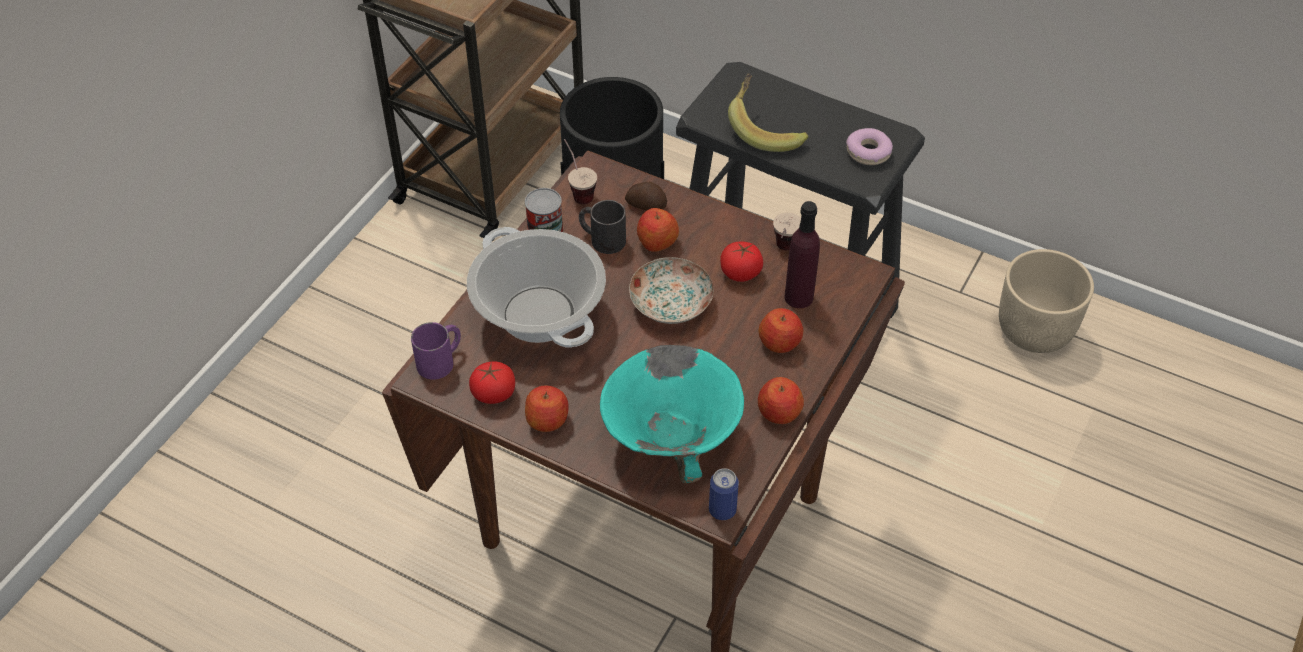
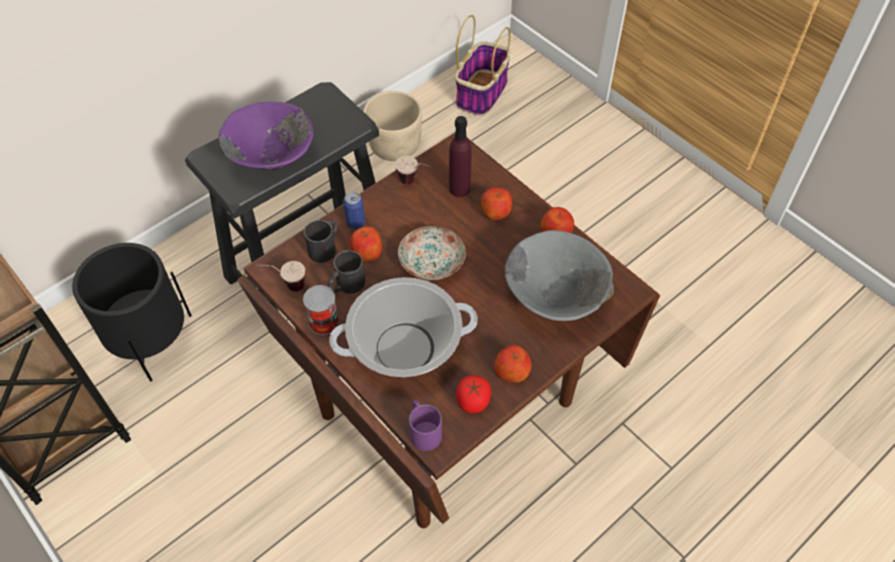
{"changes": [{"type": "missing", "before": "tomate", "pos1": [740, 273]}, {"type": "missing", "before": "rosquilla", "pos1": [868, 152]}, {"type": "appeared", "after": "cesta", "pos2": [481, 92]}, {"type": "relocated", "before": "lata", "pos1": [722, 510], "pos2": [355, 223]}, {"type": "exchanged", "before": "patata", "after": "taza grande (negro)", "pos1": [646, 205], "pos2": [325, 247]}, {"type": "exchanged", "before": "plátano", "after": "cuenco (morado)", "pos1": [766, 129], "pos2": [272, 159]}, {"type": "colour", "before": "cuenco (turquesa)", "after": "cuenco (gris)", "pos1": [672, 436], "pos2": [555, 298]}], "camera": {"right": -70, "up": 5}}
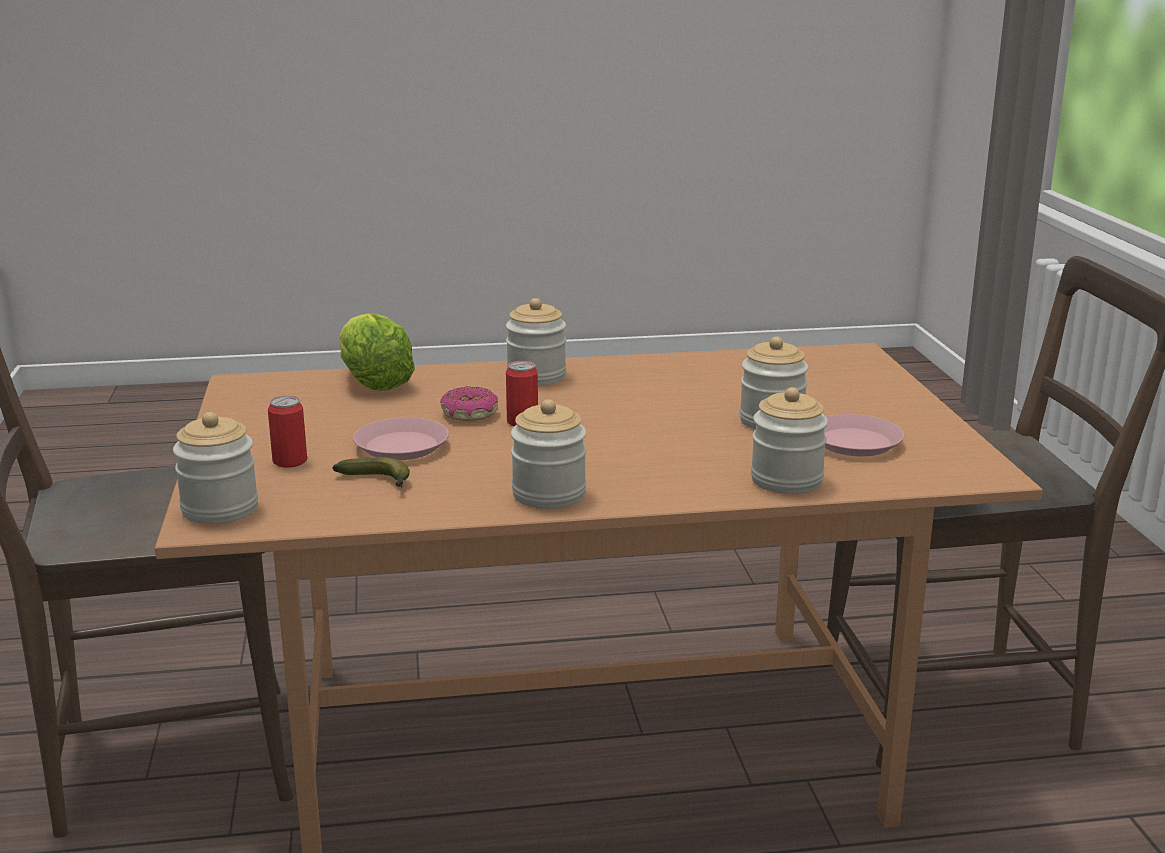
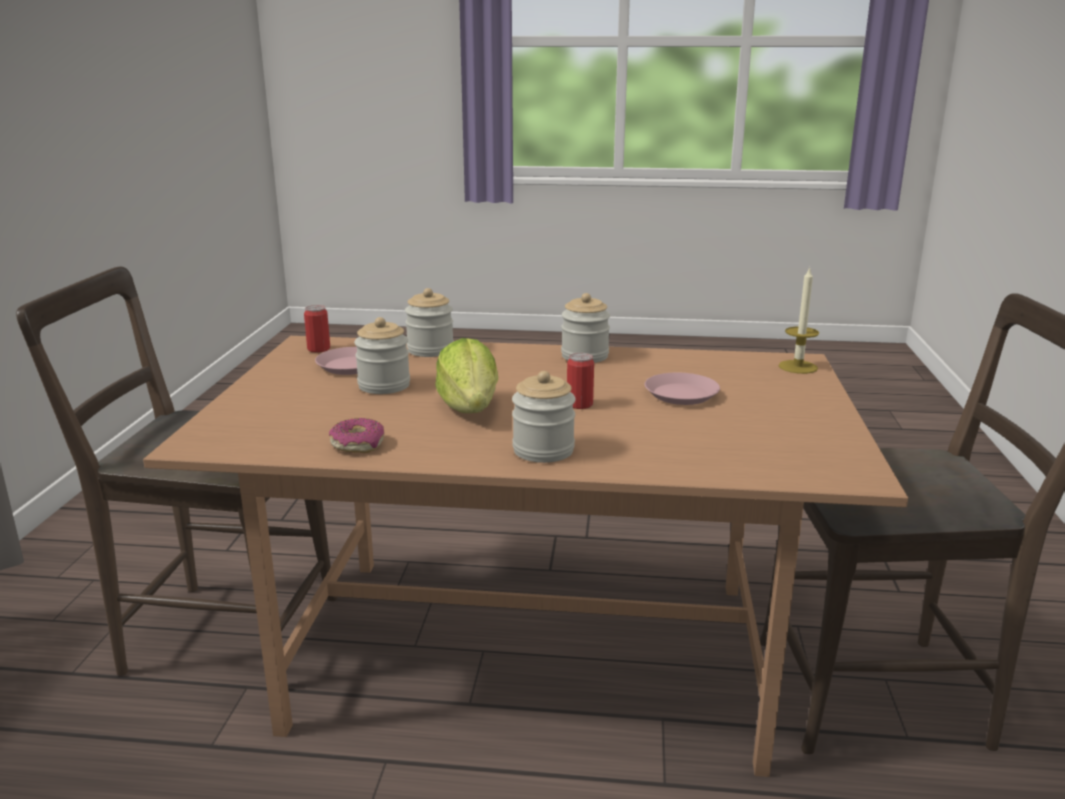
{"changes": [{"type": "missing", "before": "plátano", "pos1": [378, 482]}, {"type": "relocated", "before": "lata", "pos1": [290, 461], "pos2": [318, 349]}, {"type": "relocated", "before": "lechuga", "pos1": [373, 382], "pos2": [470, 409]}, {"type": "relocated", "before": "rosquilla", "pos1": [469, 414], "pos2": [358, 444]}, {"type": "exchanged", "before": "tarro", "after": "vela", "pos1": [220, 509], "pos2": [798, 367]}], "camera": {"right": -165, "up": 0}}
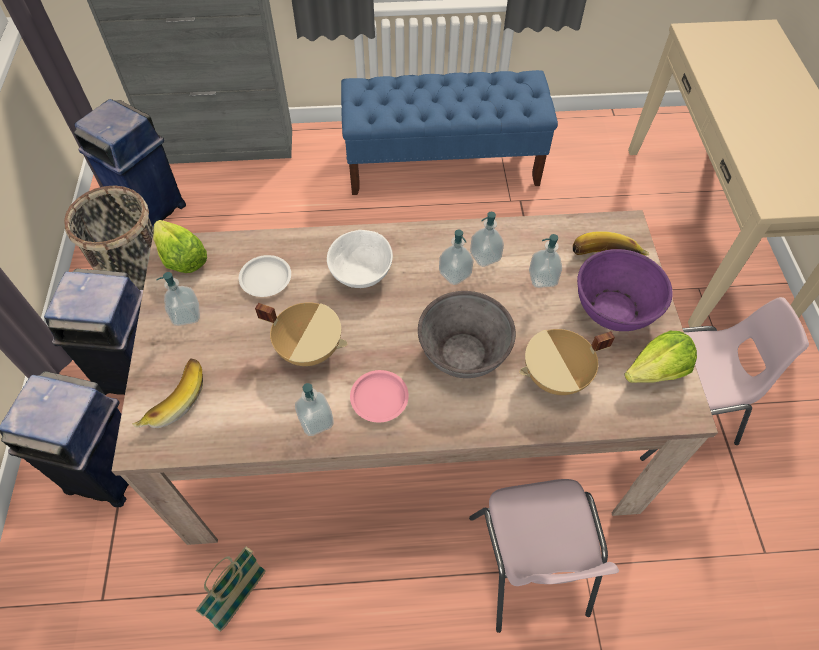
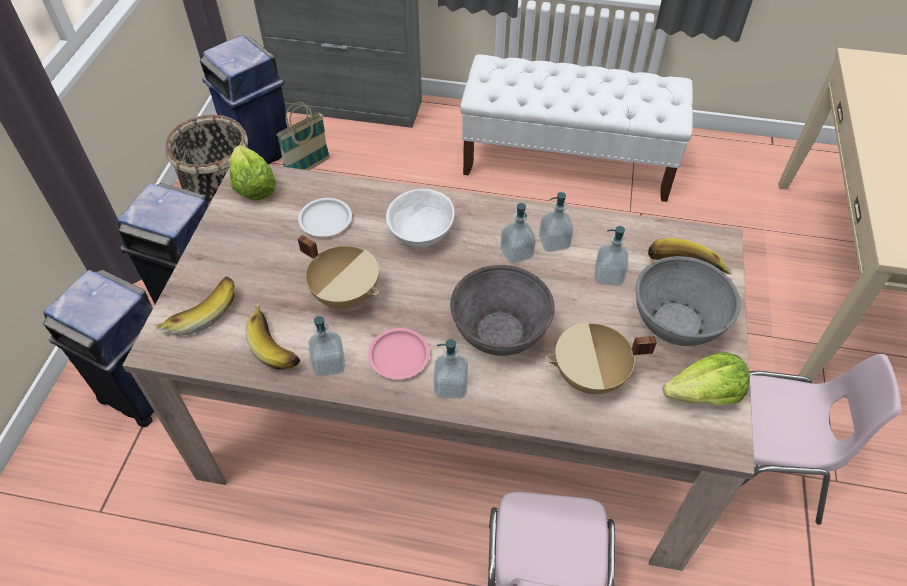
{"changes": [{"type": "appeared", "after": "plátano", "pos2": [277, 344]}, {"type": "relocated", "before": "dispensador de jabón", "pos1": [186, 315], "pos2": [451, 386]}, {"type": "relocated", "before": "cesta", "pos1": [241, 598], "pos2": [308, 168]}, {"type": "colour", "before": "banco (azul)", "after": "banco (blanco)", "pos1": [443, 165], "pos2": [568, 162]}, {"type": "colour", "before": "cuenco (morado)", "after": "cuenco (gris)", "pos1": [613, 309], "pos2": [676, 322]}], "camera": {"right": 15, "up": -5}}
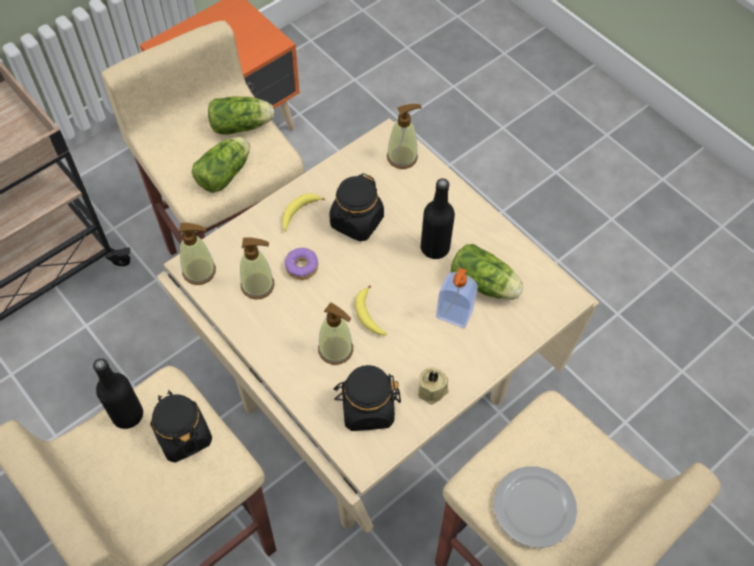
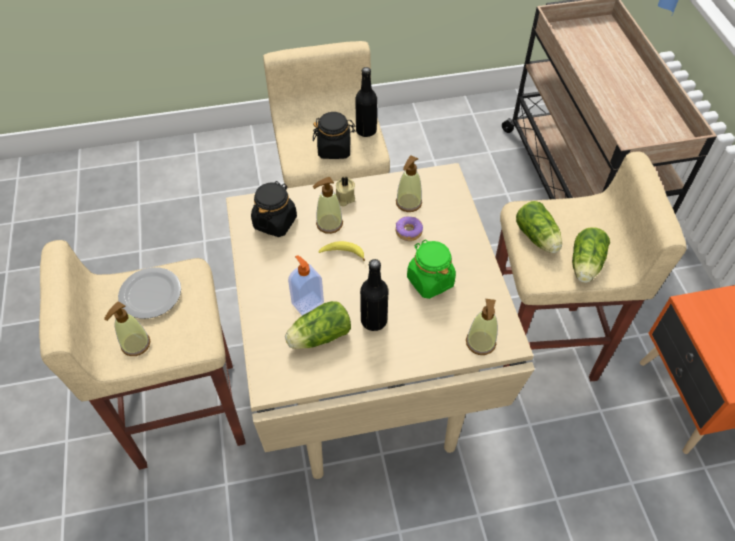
{"changes": [{"type": "missing", "before": "plátano", "pos1": [299, 213]}, {"type": "relocated", "before": "dispensador de jabón", "pos1": [199, 271], "pos2": [135, 344]}, {"type": "relocated", "before": "vela (beis)", "pos1": [433, 391], "pos2": [344, 198]}, {"type": "colour", "before": "tarro (negro)", "after": "tarro (verde)", "pos1": [356, 222], "pos2": [430, 281]}], "camera": {"right": 120, "up": -5}}
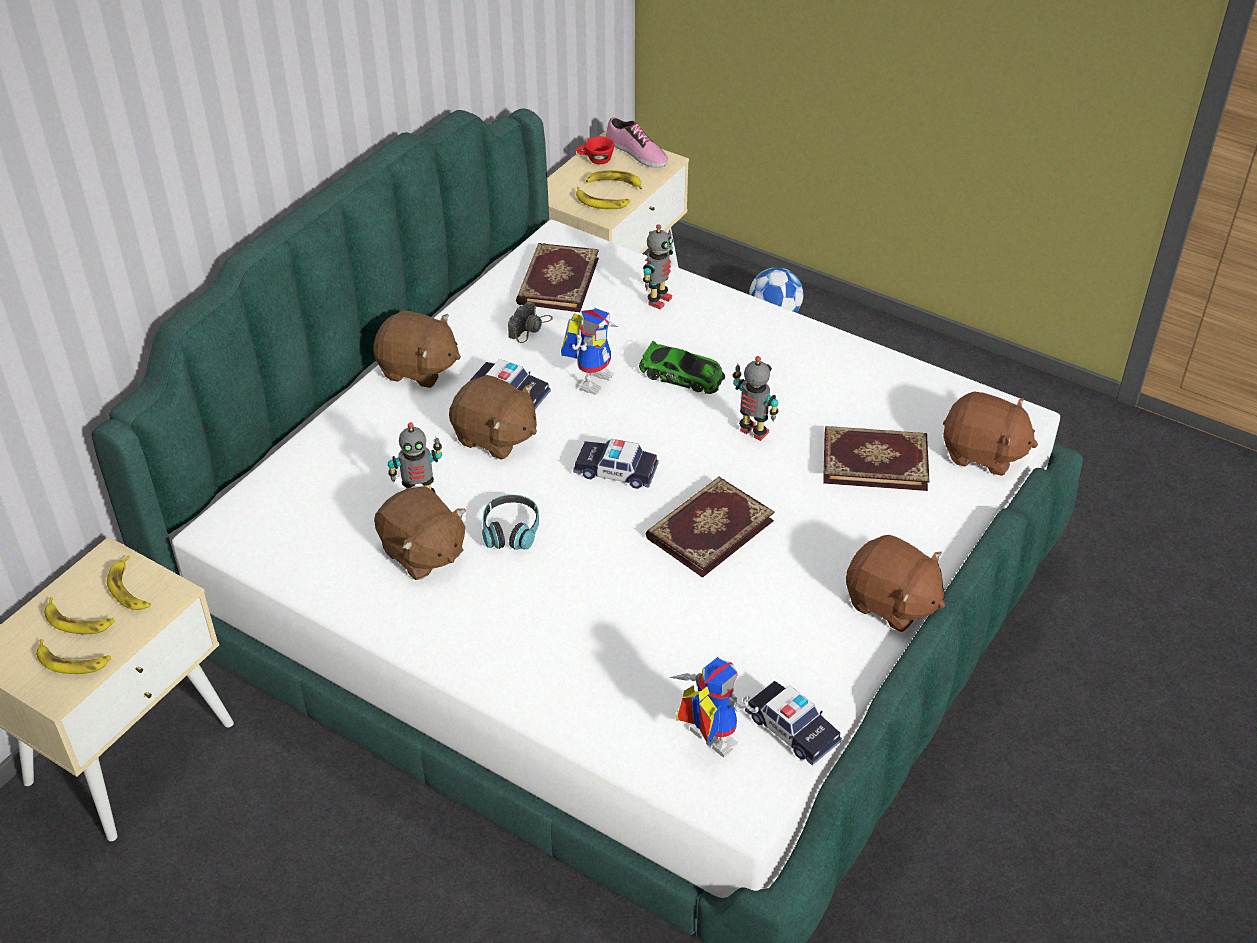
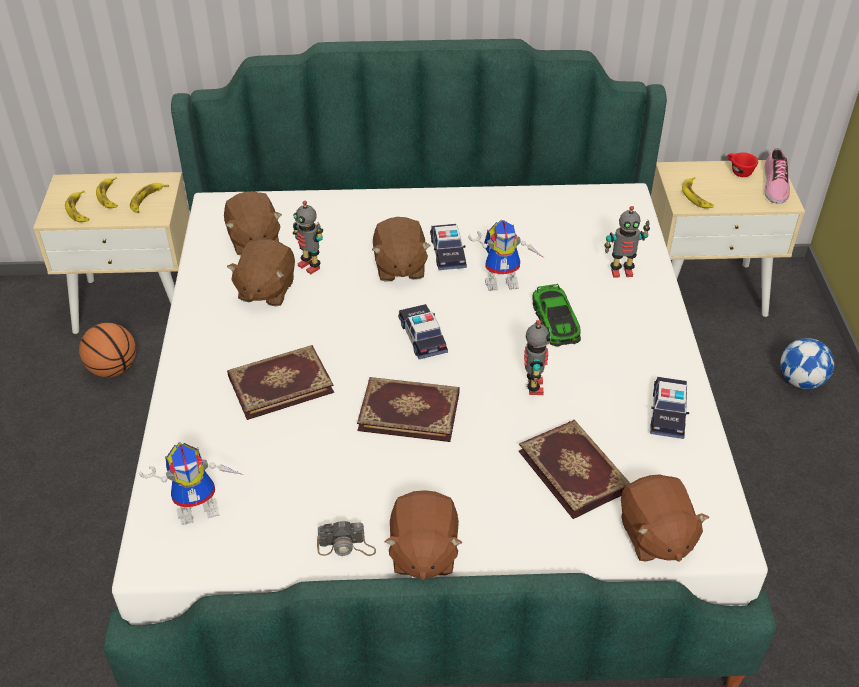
{"changes": [{"type": "missing", "before": "auriculares", "pos1": [511, 531]}, {"type": "missing", "before": "plátano", "pos1": [614, 183]}, {"type": "appeared", "after": "balón de baloncesto", "pos2": [113, 369]}, {"type": "relocated", "before": "peluche (marrón)", "pos1": [418, 369], "pos2": [254, 240]}, {"type": "relocated", "before": "cámara", "pos1": [530, 327], "pos2": [346, 546]}, {"type": "relocated", "before": "libro", "pos1": [556, 281], "pos2": [280, 383]}, {"type": "relocated", "before": "coche de juguete", "pos1": [792, 729], "pos2": [668, 413]}, {"type": "spun", "before": "robot de juguete", "pos1": [705, 740], "pos2": [200, 507], "turn": 60}], "camera": {"right": 55, "up": 0}}
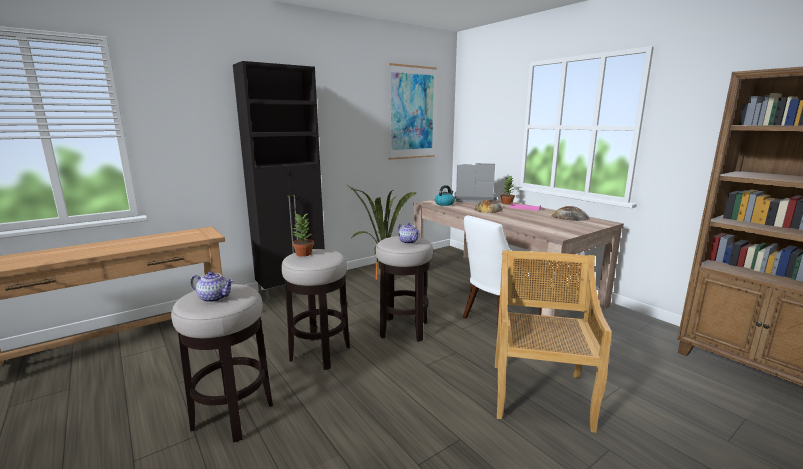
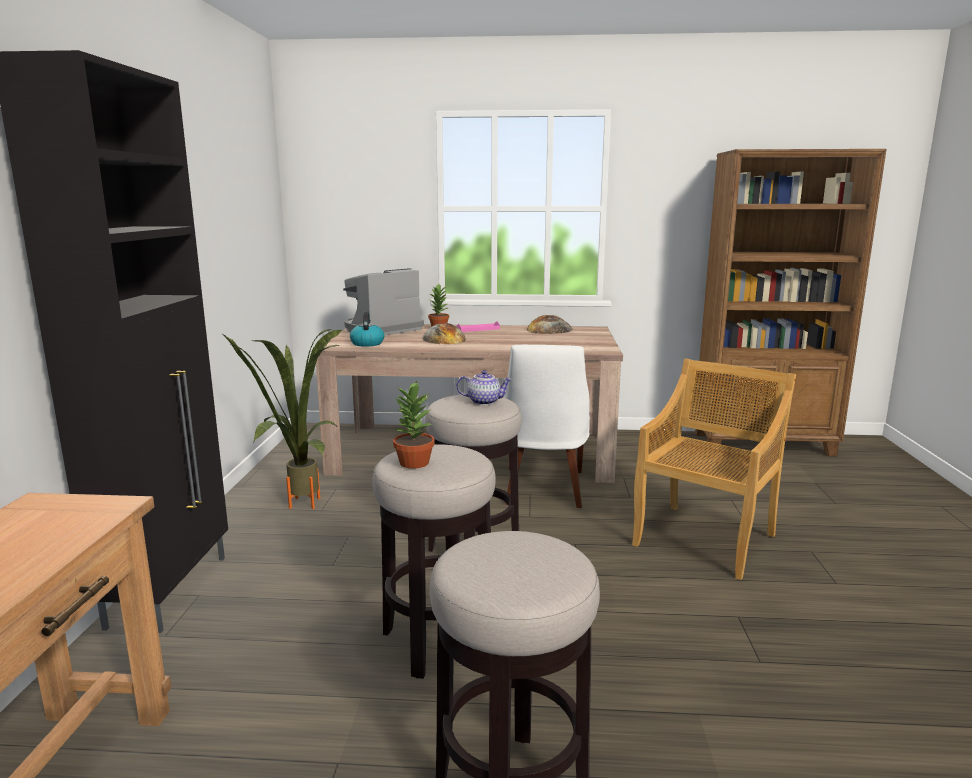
{"changes": [{"type": "missing", "before": "tetera", "pos1": [215, 298]}, {"type": "missing", "before": "cuadro", "pos1": [412, 113]}, {"type": "spun", "before": "silla (beis)", "pos1": [539, 394], "pos2": [705, 539], "turn": 75}], "camera": {"right": -50, "up": 0}}
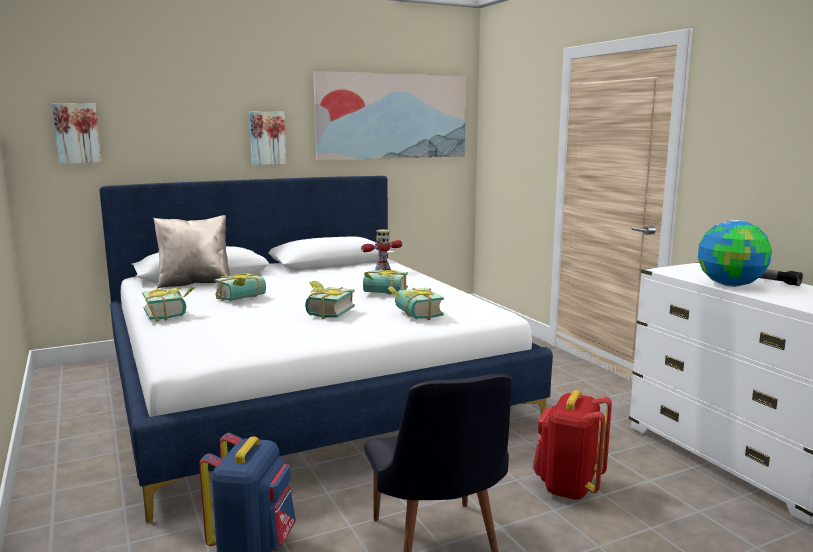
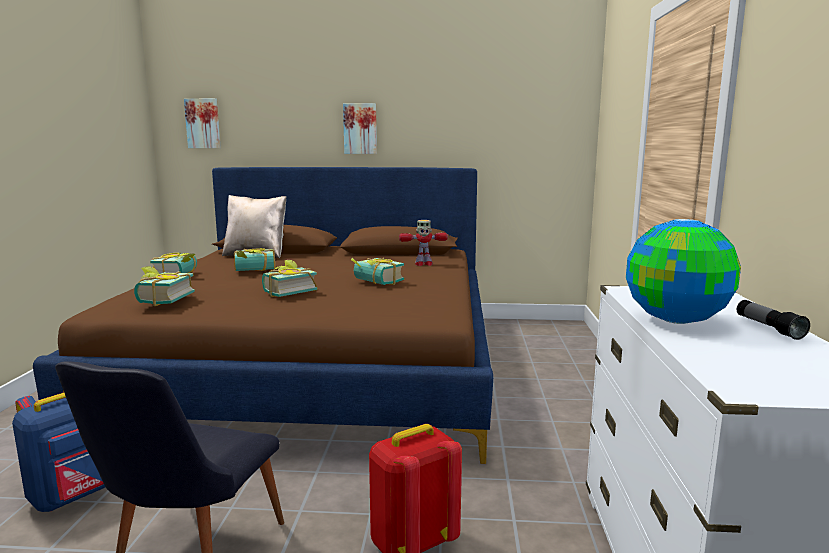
{"changes": [{"type": "missing", "before": "cuadro", "pos1": [392, 116]}, {"type": "relocated", "before": "libro", "pos1": [413, 315], "pos2": [161, 299]}, {"type": "colour", "before": "cama (blanco)", "after": "cama (marrón)", "pos1": [304, 388], "pos2": [318, 366]}], "camera": {"right": 30, "up": 0}}
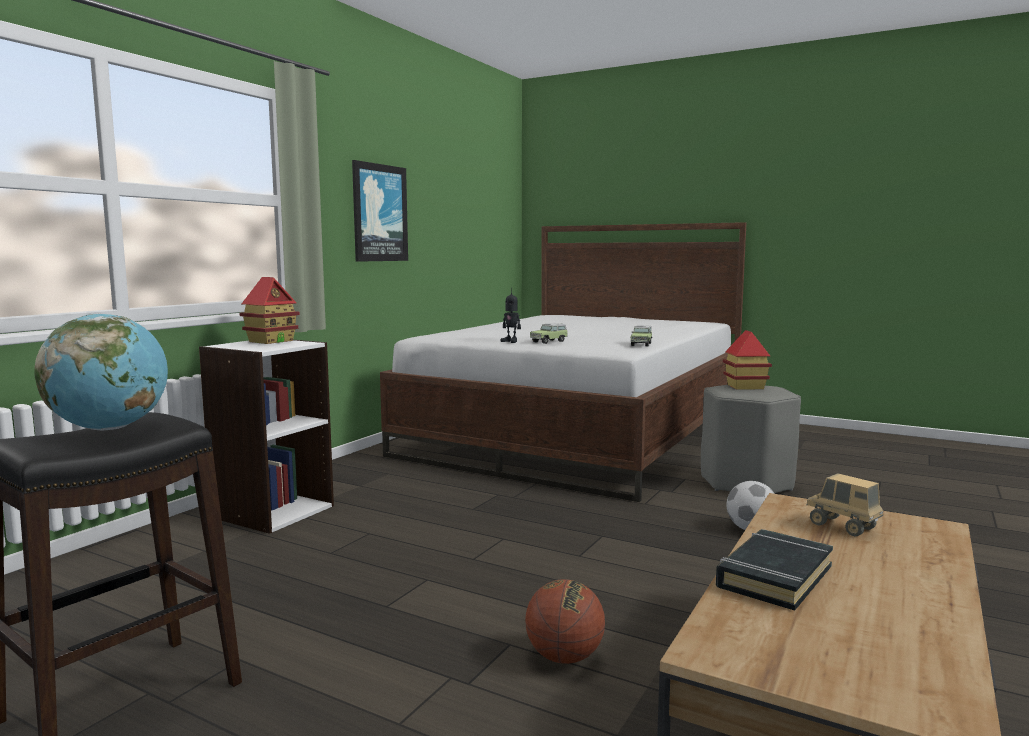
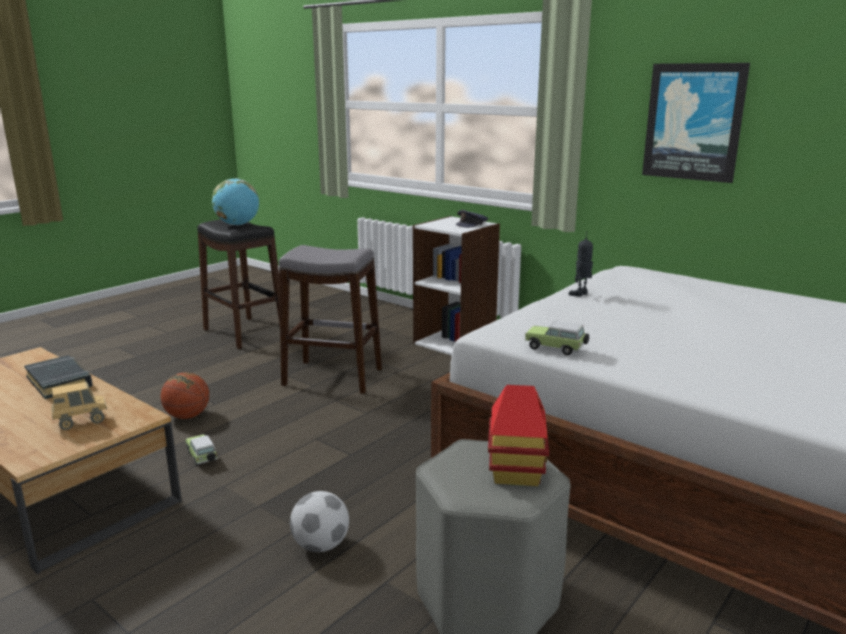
{"changes": [{"type": "appeared", "after": "taburete (gris)", "pos2": [333, 377]}, {"type": "relocated", "before": "coche de juguete", "pos1": [549, 341], "pos2": [202, 457]}, {"type": "exchanged", "before": "casita", "after": "gorra (gris)", "pos1": [271, 341], "pos2": [471, 224]}], "camera": {"right": 100, "up": 10}}
